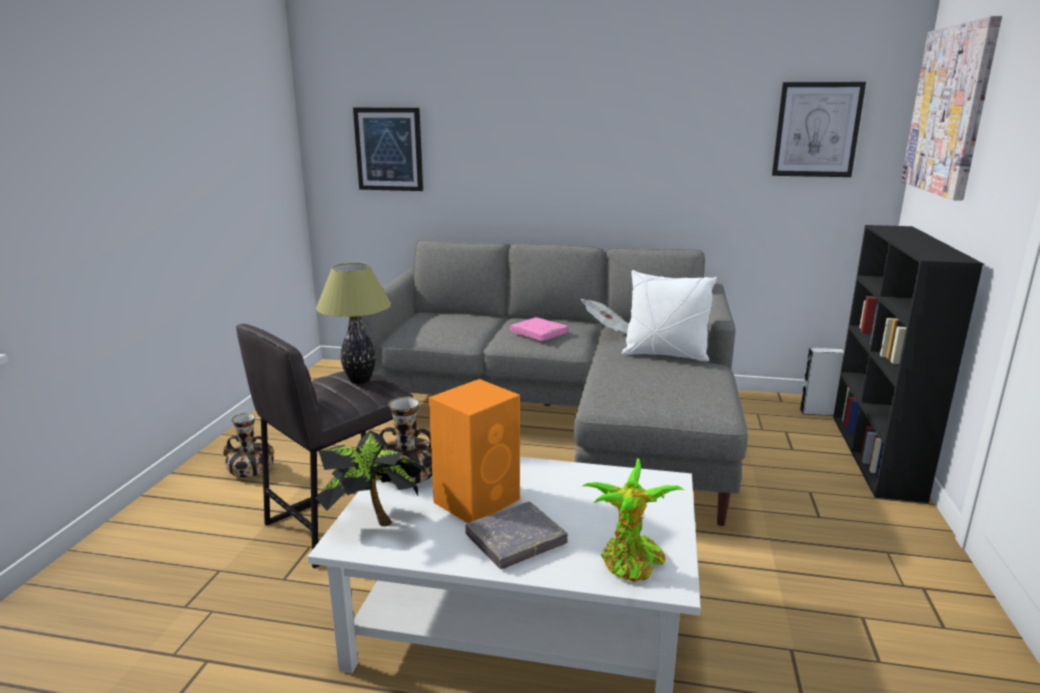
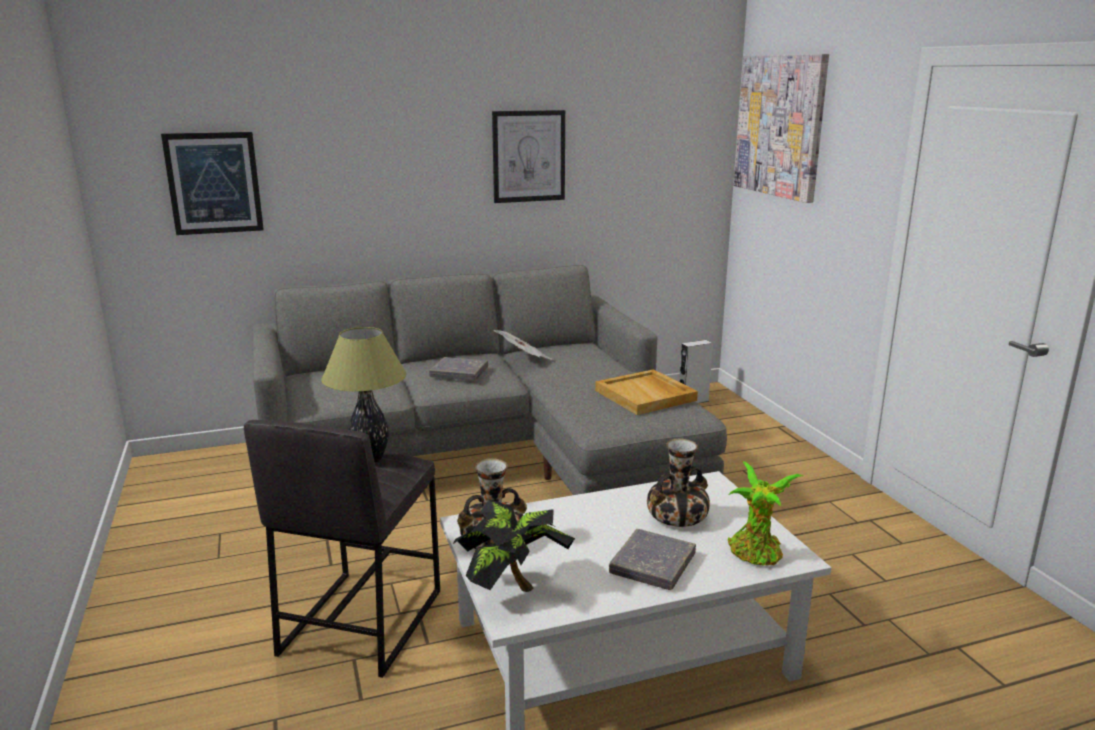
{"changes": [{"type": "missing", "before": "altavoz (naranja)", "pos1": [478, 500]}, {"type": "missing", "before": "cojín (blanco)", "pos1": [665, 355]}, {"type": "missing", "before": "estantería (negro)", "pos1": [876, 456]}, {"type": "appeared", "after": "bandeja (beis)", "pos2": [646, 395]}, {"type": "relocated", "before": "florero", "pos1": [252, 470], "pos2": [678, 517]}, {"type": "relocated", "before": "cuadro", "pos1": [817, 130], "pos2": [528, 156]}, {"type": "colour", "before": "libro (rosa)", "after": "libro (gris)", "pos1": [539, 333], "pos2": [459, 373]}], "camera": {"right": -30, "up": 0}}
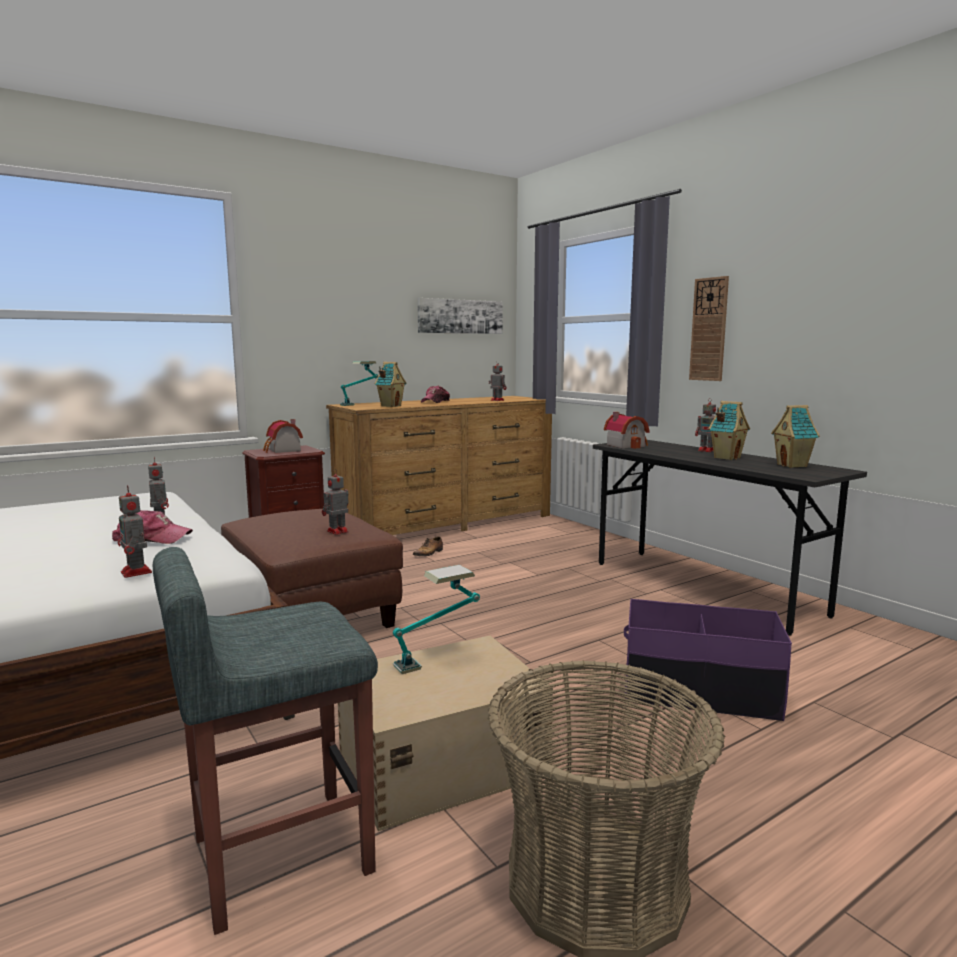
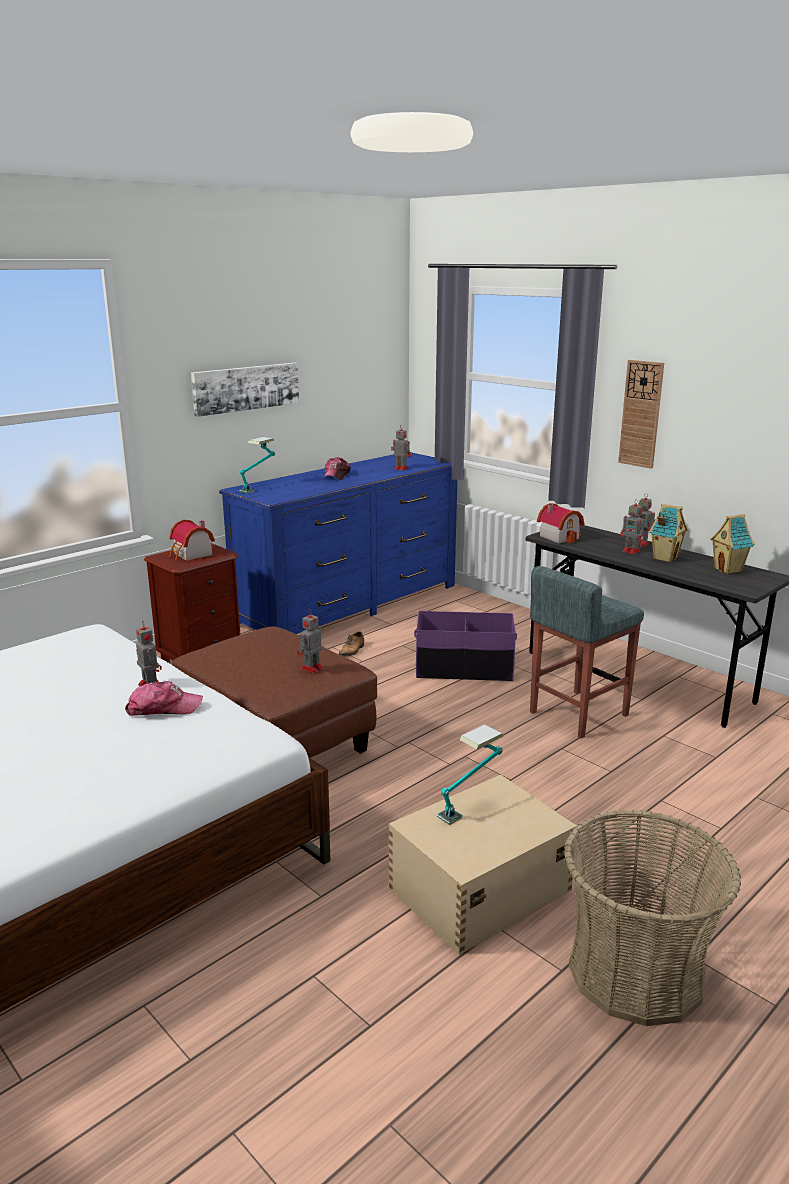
{"changes": [{"type": "missing", "before": "casita", "pos1": [390, 406]}, {"type": "relocated", "before": "robot de juguete", "pos1": [136, 573], "pos2": [632, 551]}, {"type": "relocated", "before": "taburete (gris)", "pos1": [279, 855], "pos2": [577, 714]}, {"type": "relocated", "before": "cuadro", "pos1": [460, 316], "pos2": [246, 388]}, {"type": "relocated", "before": "caja de almacenaje (morado)", "pos1": [699, 692], "pos2": [464, 669]}, {"type": "colour", "before": "cómoda (marrón)", "after": "cómoda (azul)", "pos1": [447, 523], "pos2": [349, 605]}], "camera": {"right": -10, "up": 10}}
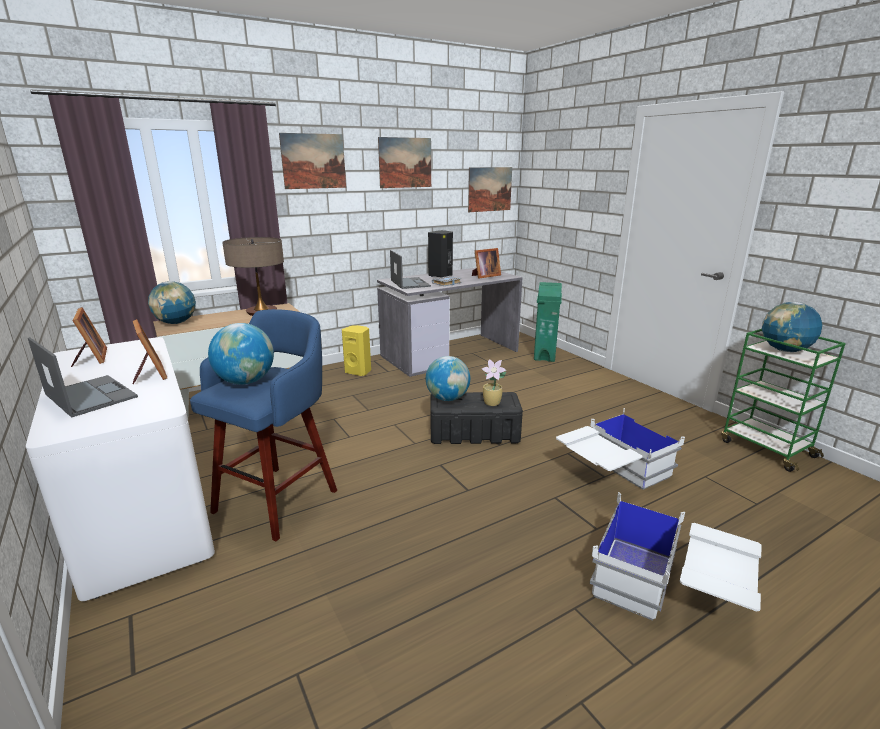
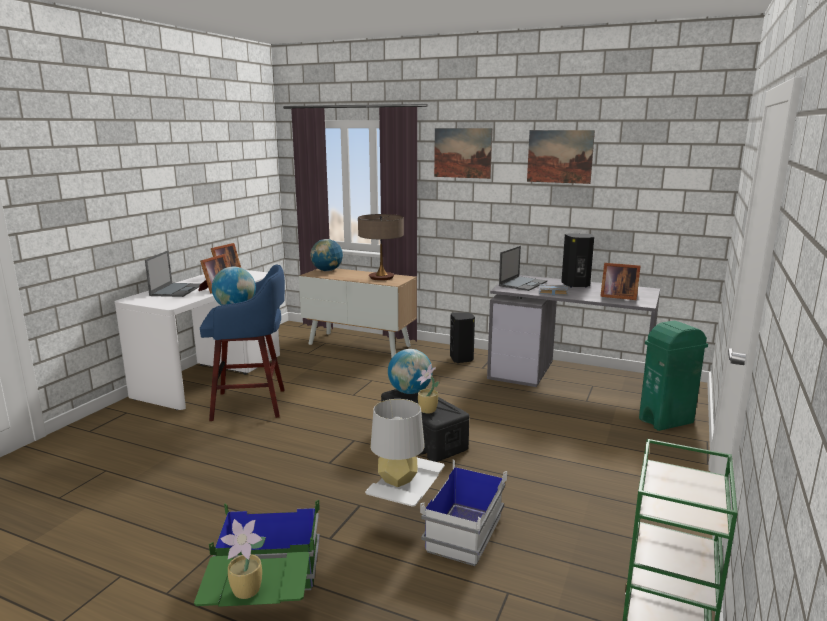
{"changes": [{"type": "missing", "before": "cuadro", "pos1": [489, 189]}, {"type": "missing", "before": "globo terráqueo", "pos1": [785, 350]}, {"type": "appeared", "after": "planta en maceta", "pos2": [248, 591]}, {"type": "appeared", "after": "lámpara de mesa (gris)", "pos2": [397, 480]}, {"type": "colour", "before": "altavoz (amarillo)", "after": "altavoz (negro)", "pos1": [359, 371], "pos2": [462, 359]}, {"type": "colour", "before": "caja de almacenaje (blanco)", "after": "caja de almacenaje (verde)", "pos1": [668, 592], "pos2": [265, 597]}], "camera": {"right": 55, "up": -5}}
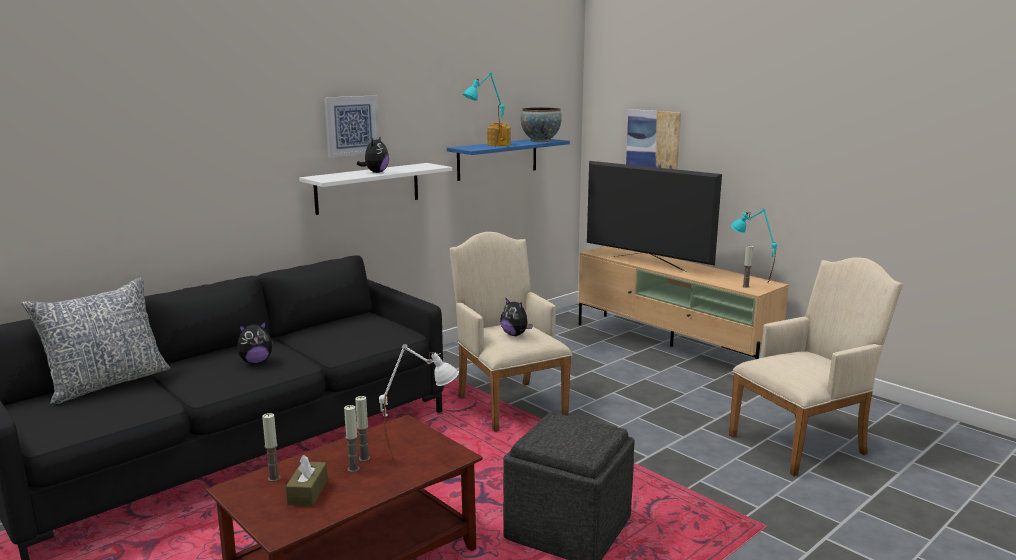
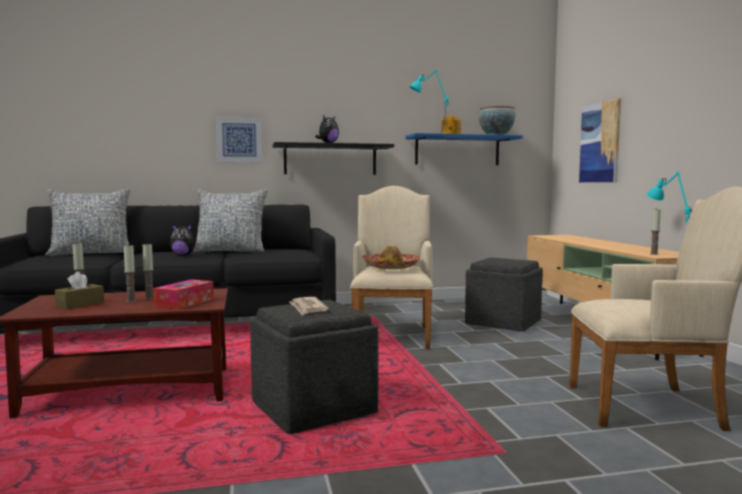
{"changes": [{"type": "missing", "before": "televisor", "pos1": [647, 264]}, {"type": "appeared", "after": "cojín", "pos2": [230, 251]}, {"type": "appeared", "after": "periódico", "pos2": [307, 308]}, {"type": "appeared", "after": "puf (gris)", "pos2": [504, 322]}, {"type": "relocated", "before": "cuadro", "pos1": [351, 125], "pos2": [239, 139]}, {"type": "exchanged", "before": "lámpara de mesa (blanco)", "after": "caja de pañuelos", "pos1": [421, 456], "pos2": [184, 302]}, {"type": "exchanged", "before": "peluche", "after": "sombrero", "pos1": [515, 334], "pos2": [390, 267]}, {"type": "colour", "before": "estante (blanco)", "after": "estante (negro)", "pos1": [368, 188], "pos2": [330, 159]}], "camera": {"right": 30, "up": -10}}
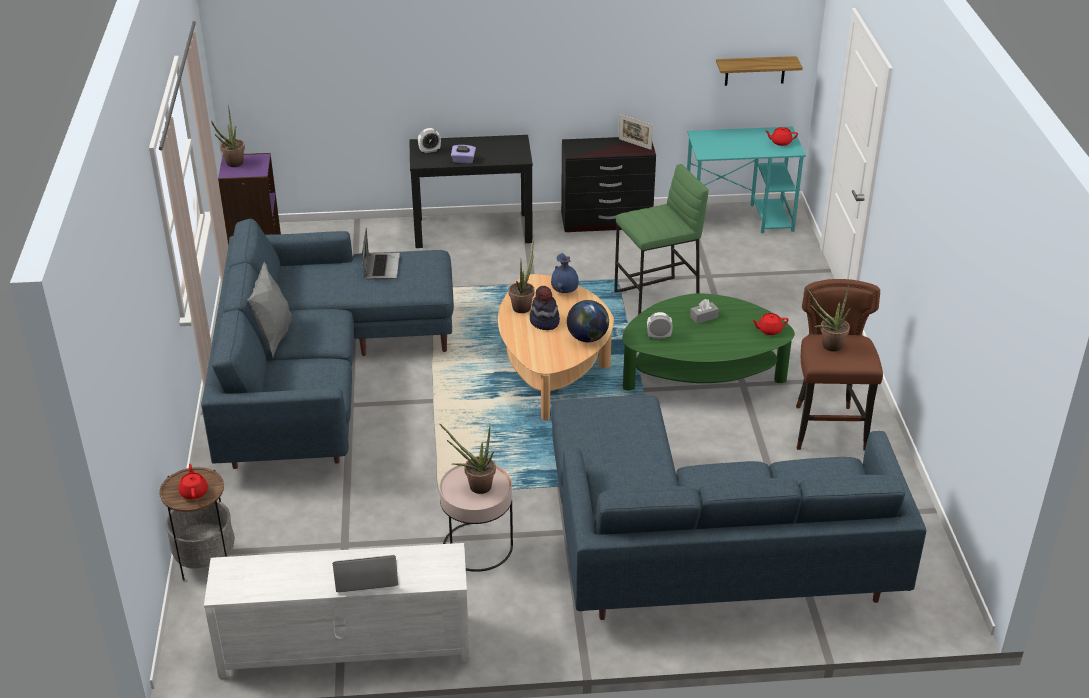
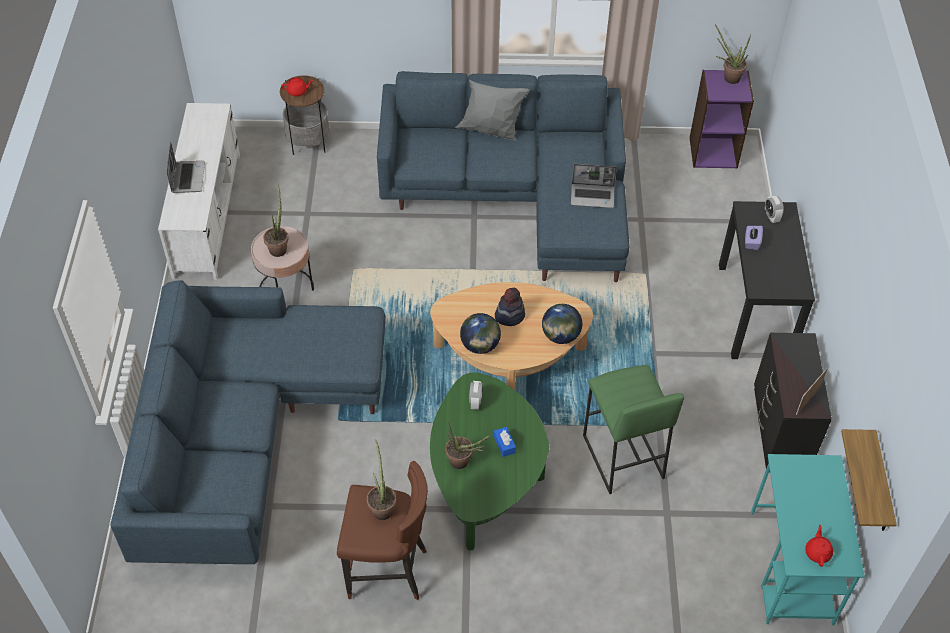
{"changes": [{"type": "missing", "before": "tetera (rojo)", "pos1": [769, 330]}, {"type": "relocated", "before": "planta en maceta", "pos1": [523, 305], "pos2": [463, 463]}, {"type": "exchanged", "before": "florero (azul)", "after": "globo terráqueo", "pos1": [565, 291], "pos2": [560, 336]}, {"type": "colour", "before": "caja de pañuelos (gris)", "after": "caja de pañuelos (azul)", "pos1": [704, 317], "pos2": [504, 444]}], "camera": {"right": 95, "up": 15}}
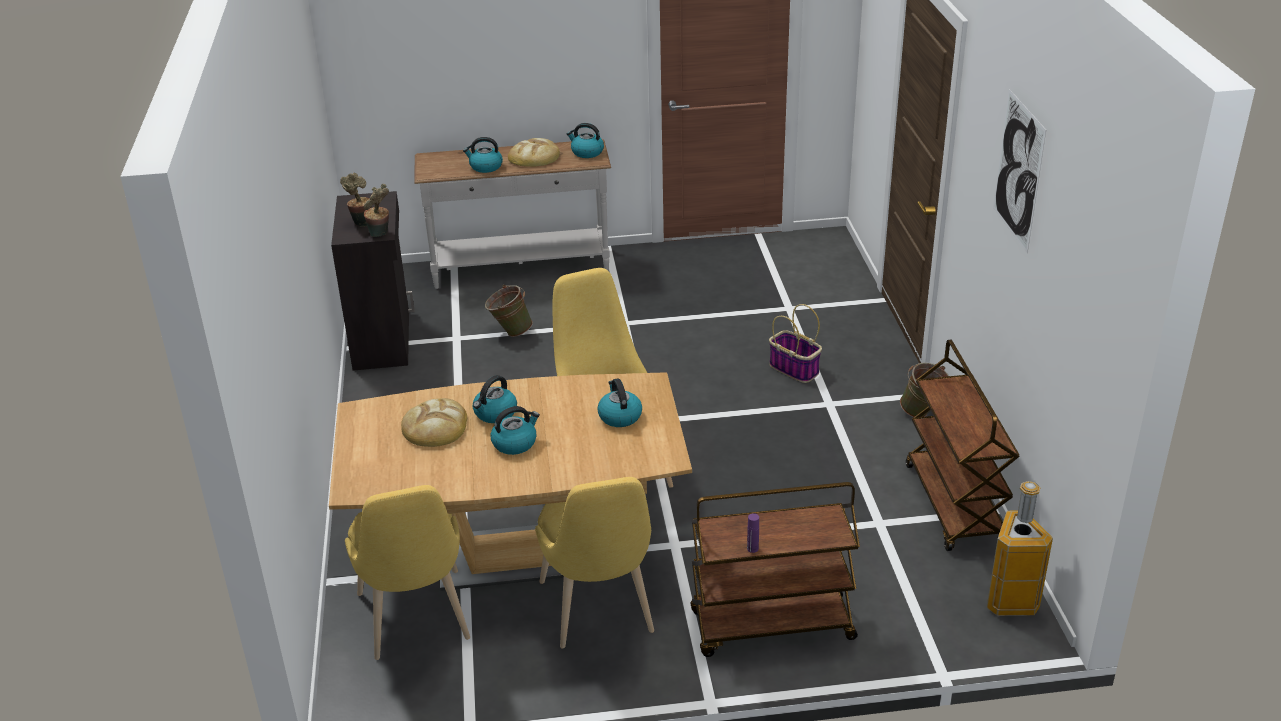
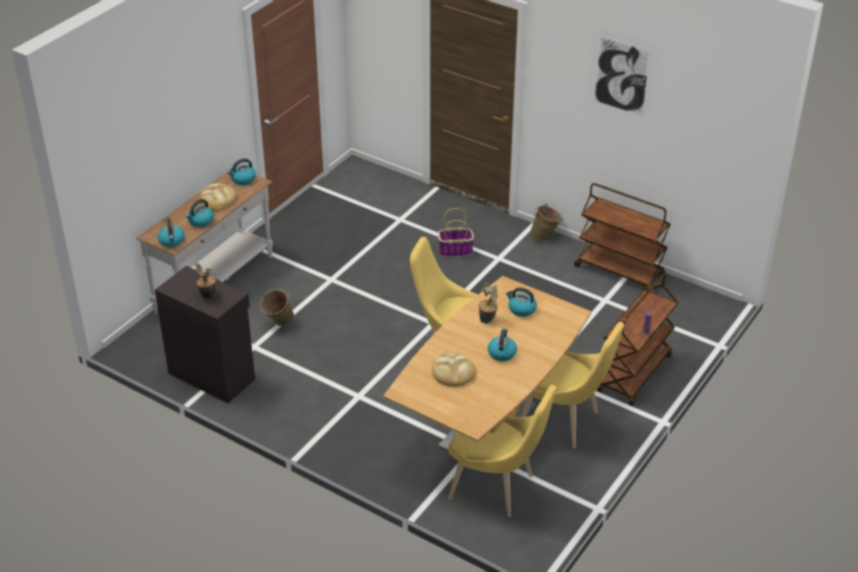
{"changes": [{"type": "missing", "before": "papelera", "pos1": [1010, 600]}, {"type": "relocated", "before": "planta en maceta", "pos1": [380, 234], "pos2": [488, 319]}, {"type": "relocated", "before": "hervidor", "pos1": [495, 413], "pos2": [172, 241]}], "camera": {"right": -50, "up": 5}}
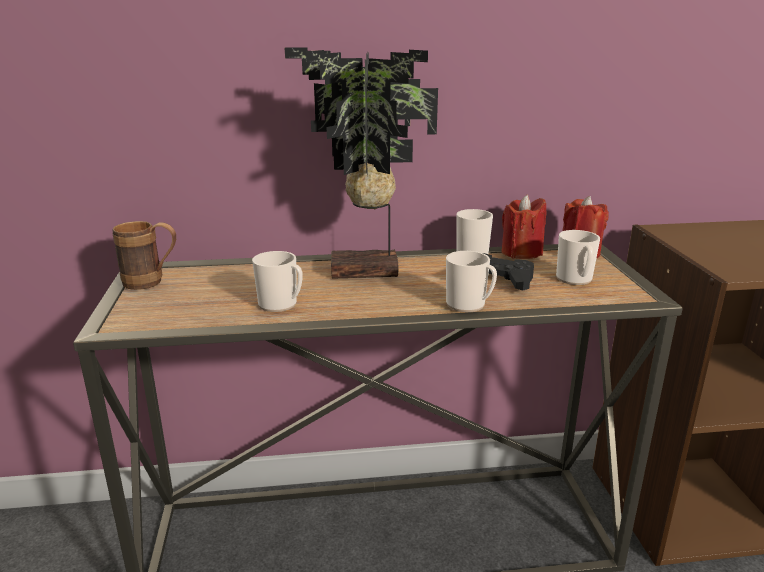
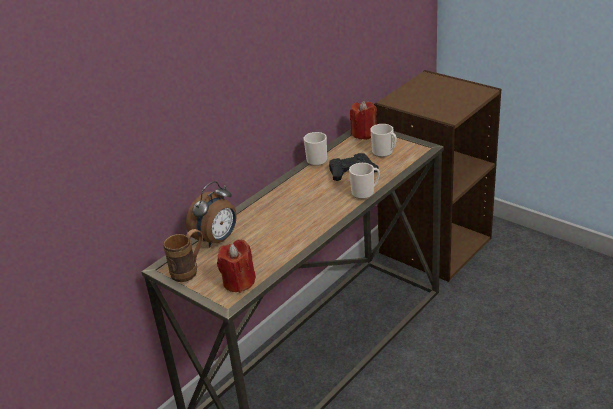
{"changes": [{"type": "missing", "before": "taza grande", "pos1": [281, 304]}, {"type": "missing", "before": "planta en maceta", "pos1": [366, 273]}, {"type": "appeared", "after": "despertador", "pos2": [217, 240]}, {"type": "relocated", "before": "vela (rojo)", "pos1": [521, 252], "pos2": [239, 282]}], "camera": {"right": -40, "up": 10}}
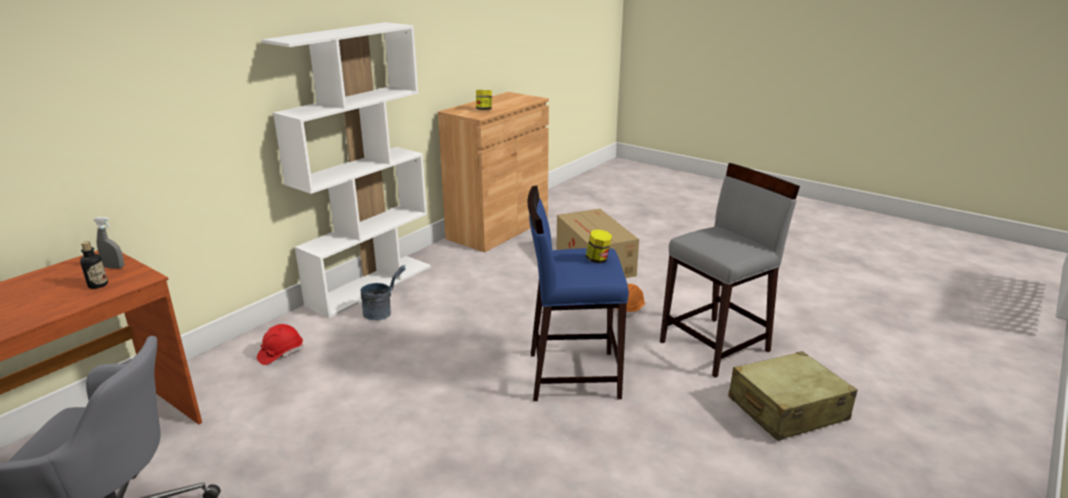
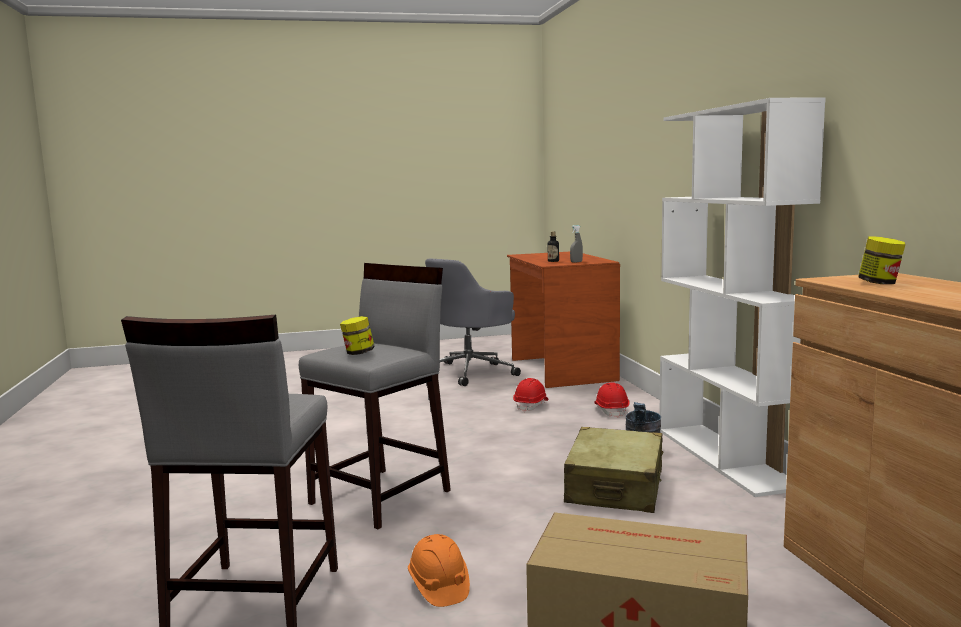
{"changes": [{"type": "appeared", "after": "casco (rojo)", "pos2": [531, 405]}, {"type": "relocated", "before": "maleta (beis)", "pos1": [787, 409], "pos2": [615, 487]}, {"type": "colour", "before": "taburete (azul)", "after": "taburete (gris)", "pos1": [572, 375], "pos2": [382, 497]}], "camera": {"right": 130, "up": -15}}
